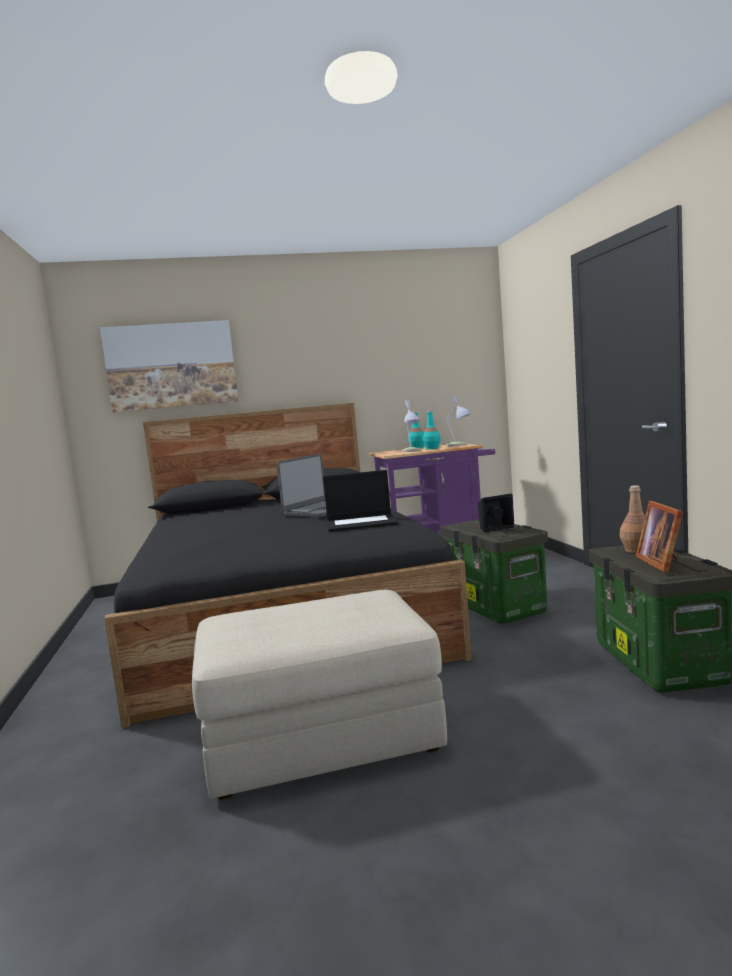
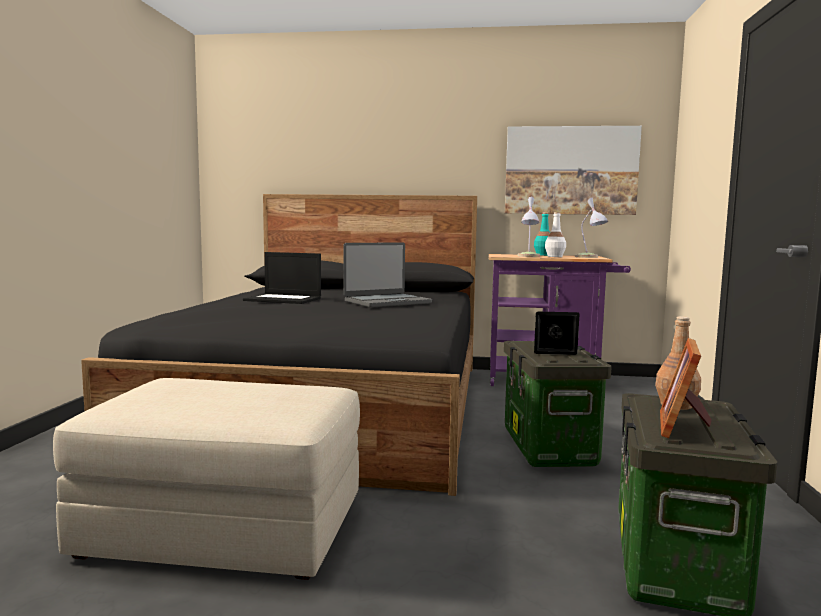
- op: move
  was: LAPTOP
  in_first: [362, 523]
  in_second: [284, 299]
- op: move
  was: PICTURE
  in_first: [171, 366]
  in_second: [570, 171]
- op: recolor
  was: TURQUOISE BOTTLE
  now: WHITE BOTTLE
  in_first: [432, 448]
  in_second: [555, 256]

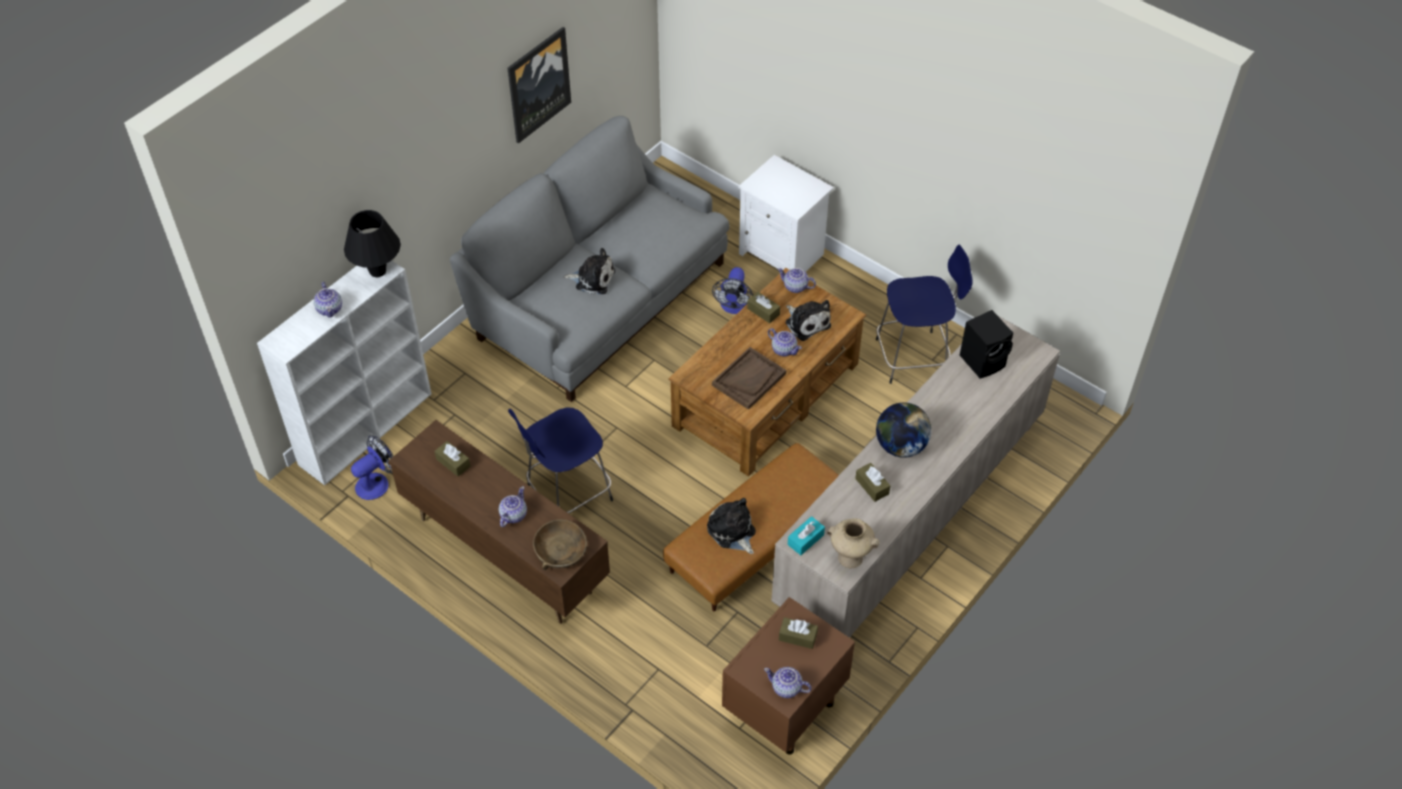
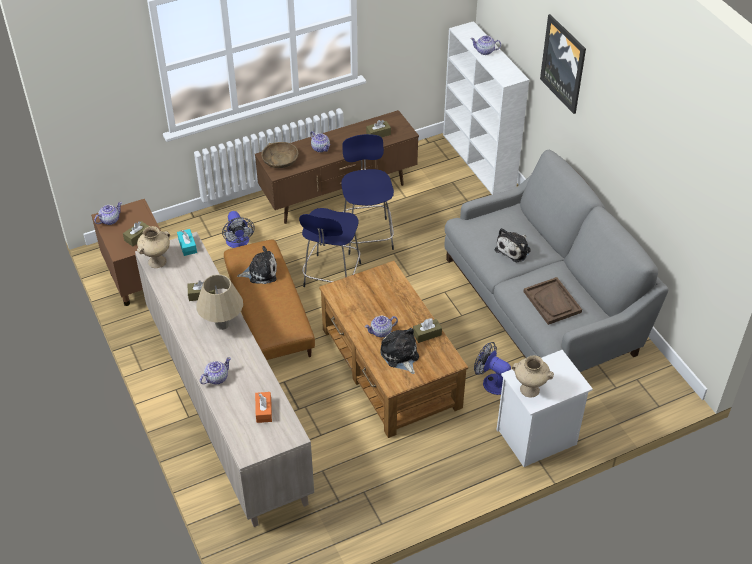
- op: replace
  was: GLOBE
  now: BEIGE TABLE LAMP
  in_first: [900, 446]
  in_second: [222, 324]
- op: move
  was: TEAPOT
  in_first: [795, 287]
  in_second: [216, 378]
- op: move
  was: FAN
  in_first: [377, 482]
  in_second: [238, 243]
- op: replace
  was: BLACK SPEAKER
  now: ORANGE TISSUE BOX
  in_first: [984, 361]
  in_second: [264, 411]
- op: move
  was: BLUE STOOL
  in_first: [914, 357]
  in_second: [331, 276]
- op: rotate
  was: PLUSH TOY
  in_first: [806, 322]
  in_second: [400, 356]
  clockwise: 75
- op: insert
  now: BEIGE VASE
  in_second: [529, 390]
- op: move
  was: BROWN TRAY
  in_first: [749, 379]
  in_second: [552, 302]
- op: move
  was: PICTURE
  in_first: [538, 84]
  in_second: [564, 63]
- op: delete
  was: BLACK TABLE LAMP
  in_first: [378, 271]

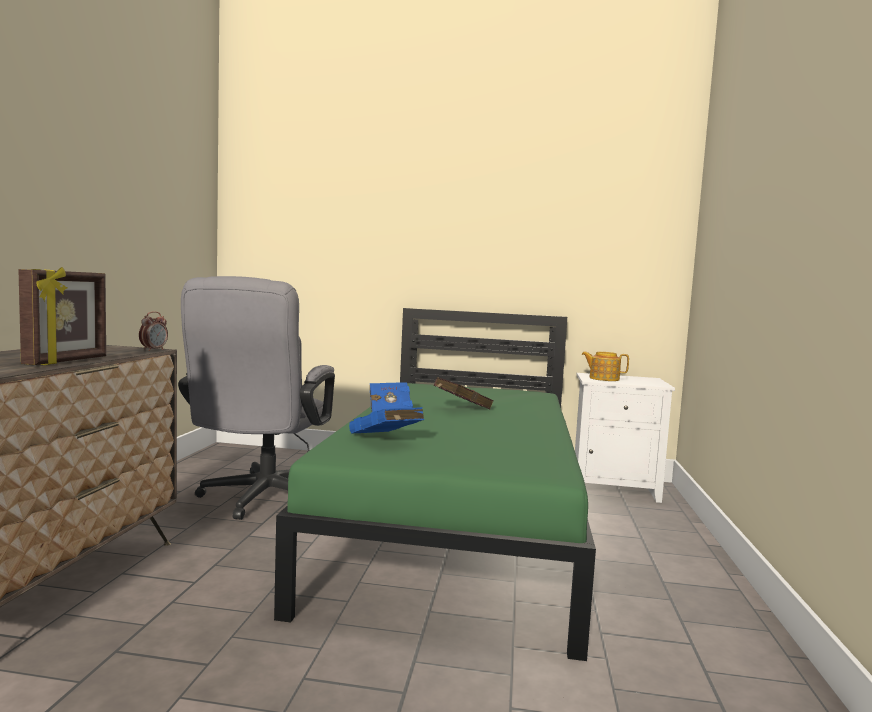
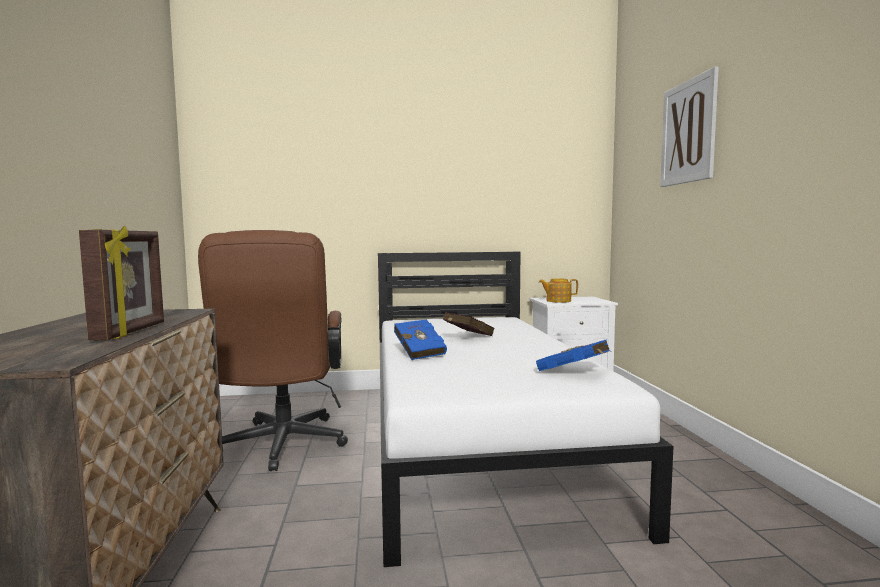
- op: recolor
  was: GREY OFFICE CHAIR
  now: BROWN OFFICE CHAIR
  in_first: [260, 499]
  in_second: [281, 447]
- op: recolor
  was: GREEN BED
  now: WHITE BED
  in_first: [459, 524]
  in_second: [477, 441]
- op: move
  was: BLUE BOOK
  in_first: [386, 440]
  in_second: [575, 373]
- op: insert
  now: PICTURE
  in_second: [688, 132]
- op: delete
  was: ALARM CLOCK
  in_first: [153, 350]

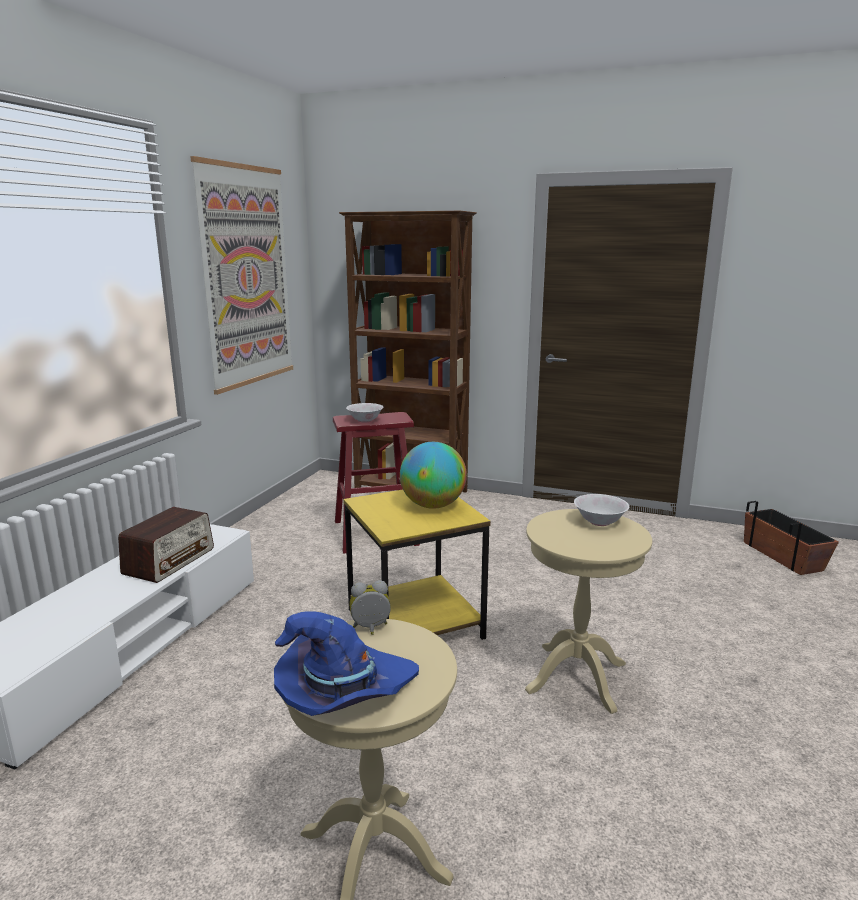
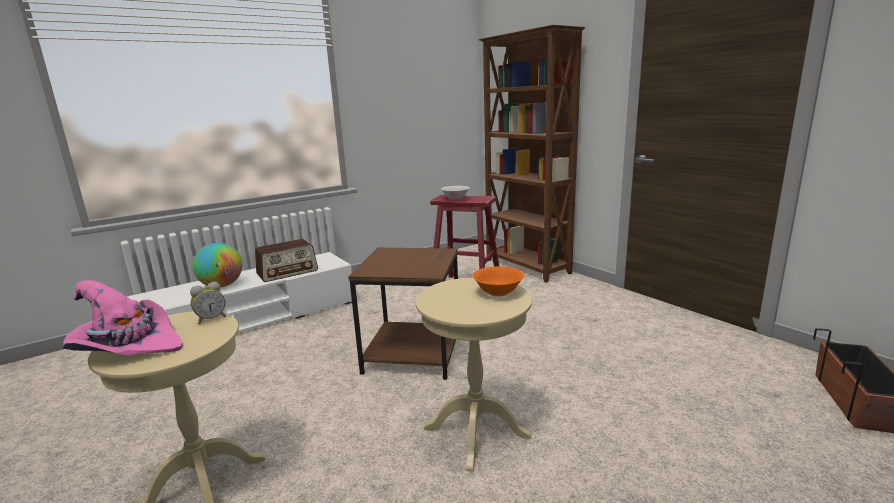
- op: recolor
  was: BLUE HAT
  now: PINK HAT
  in_first: [343, 691]
  in_second: [128, 346]
- op: rotate
  was: ALARM CLOCK
  in_first: [370, 629]
  in_second: [211, 319]
  clockwise: 120
- op: move
  was: GLOBE
  in_first: [433, 506]
  in_second: [222, 286]
- op: recolor
  was: YELLOW SIDE TABLE
  now: BROWN SIDE TABLE
  in_first: [417, 623]
  in_second: [414, 354]
- op: recolor
  was: WHITE BOWL
  now: ORANGE BOWL
  in_first: [599, 522]
  in_second: [497, 292]
- op: delete
  was: PICTURE
  in_first: [247, 277]

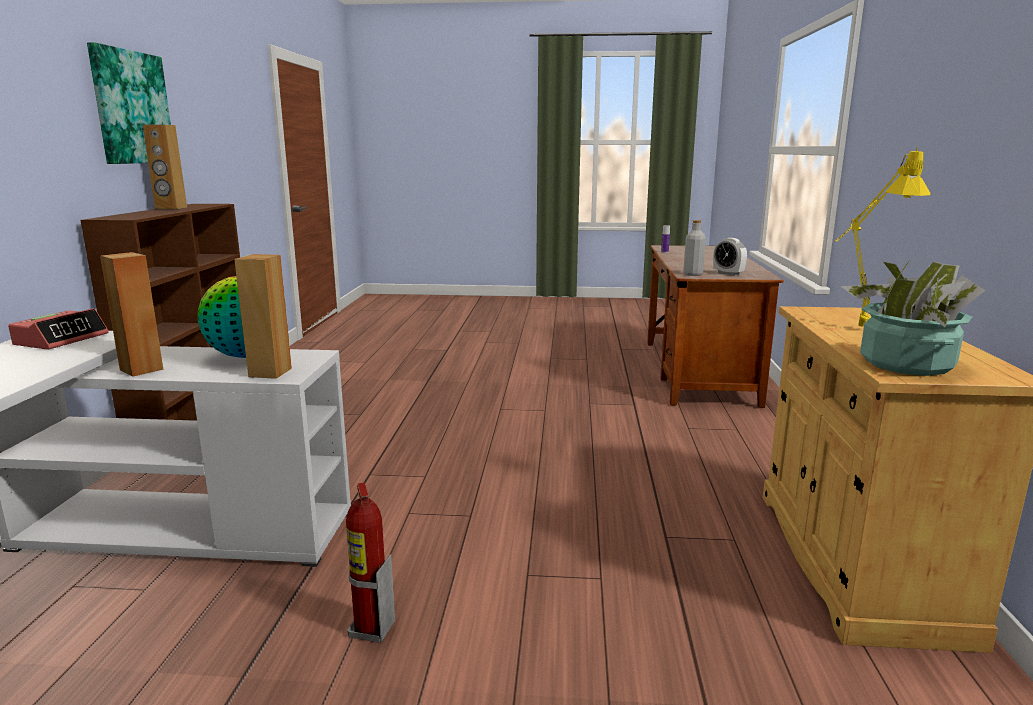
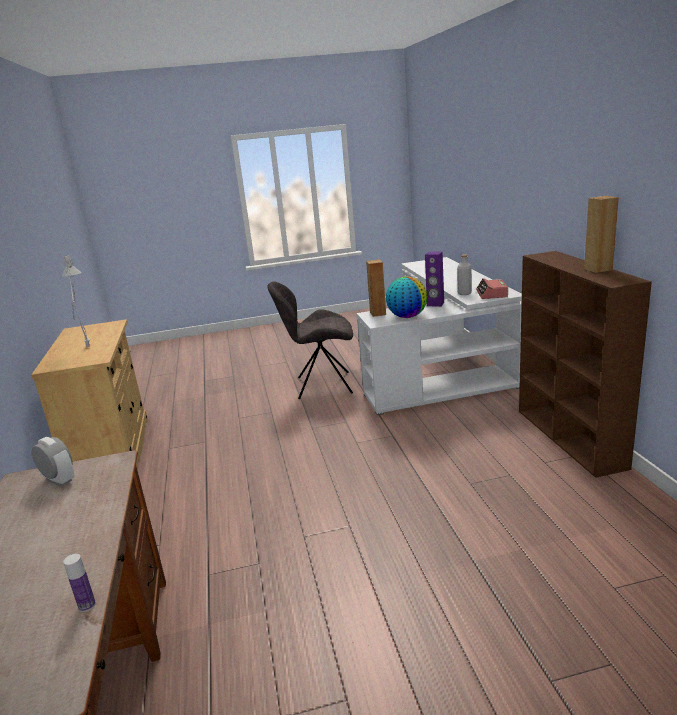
- op: recolor
  was: YELLOW TABLE LAMP
  now: GREY TABLE LAMP
  in_first: [856, 326]
  in_second: [88, 349]
- op: replace
  was: FIRE EXTINGUISHER
  now: GREY CHAIR
  in_first: [371, 629]
  in_second: [321, 385]
- op: recolor
  was: BROWN SPEAKER
  now: PURPLE SPEAKER
  in_first: [142, 369]
  in_second: [435, 304]
- op: move
  was: GREY BOTTLE
  in_first: [693, 274]
  in_second: [464, 293]
- op: delete
  was: PICTURE
  in_first: [131, 107]
- op: delete
  was: POTTED PLANT
  in_first: [907, 364]

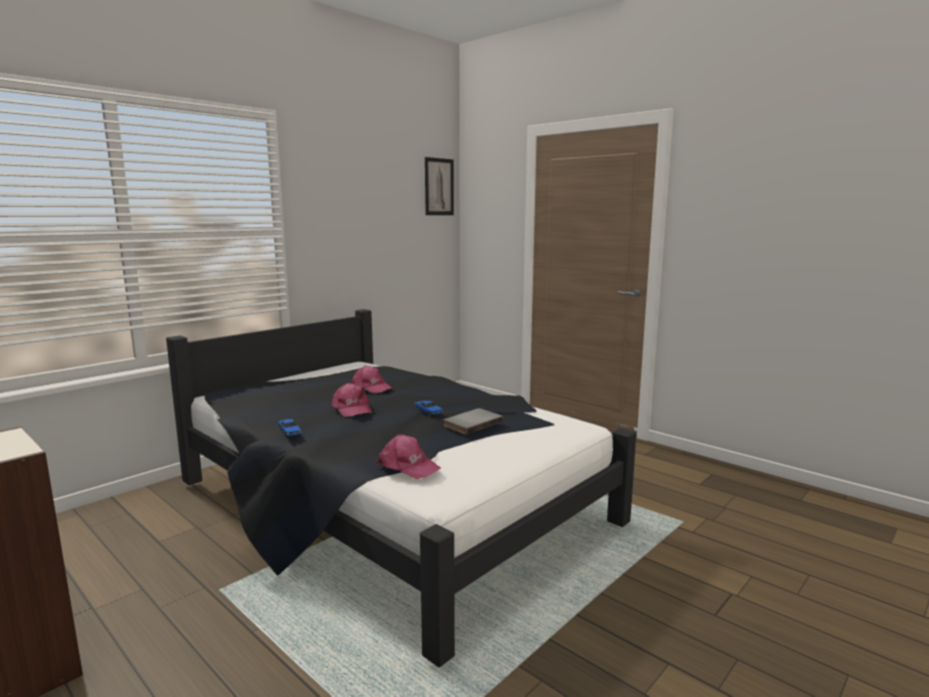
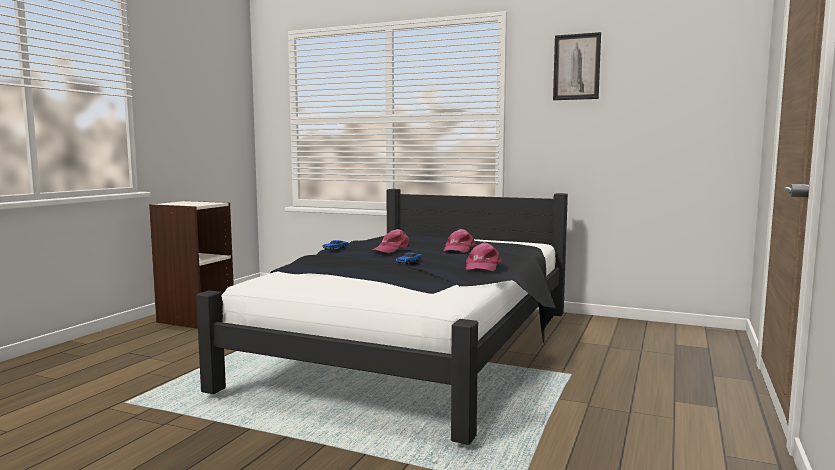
- op: move
  was: PINK CAP
  in_first: [408, 466]
  in_second: [482, 266]
- op: move
  was: PICTURE
  in_first: [439, 187]
  in_second: [576, 67]
- op: delete
  was: GREY BOOK
  in_first: [471, 423]

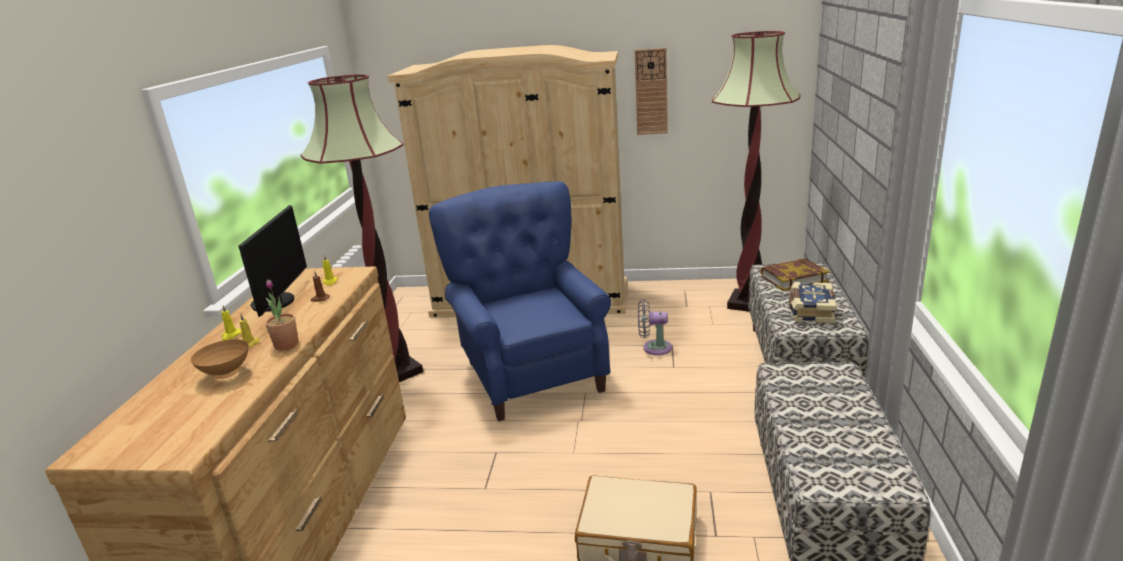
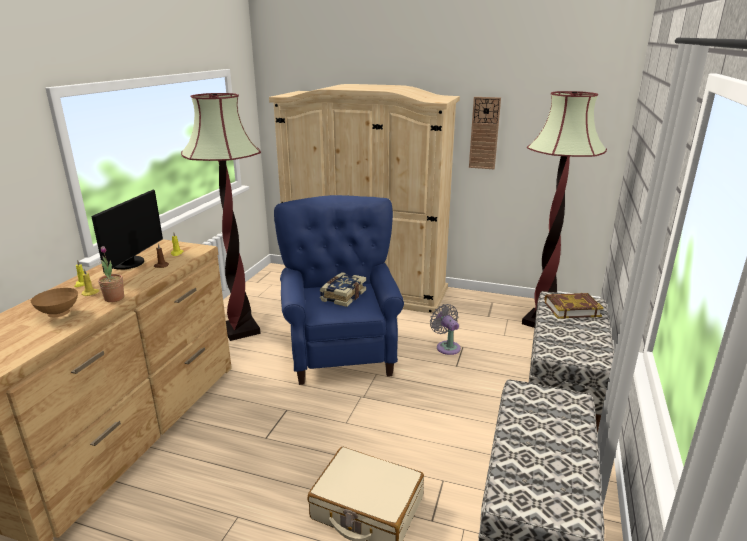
- op: move
  was: BOOK
  in_first: [810, 311]
  in_second: [342, 296]
- op: rotate
  was: GREY FAN
  in_first: [653, 348]
  in_second: [446, 346]
  clockwise: 45

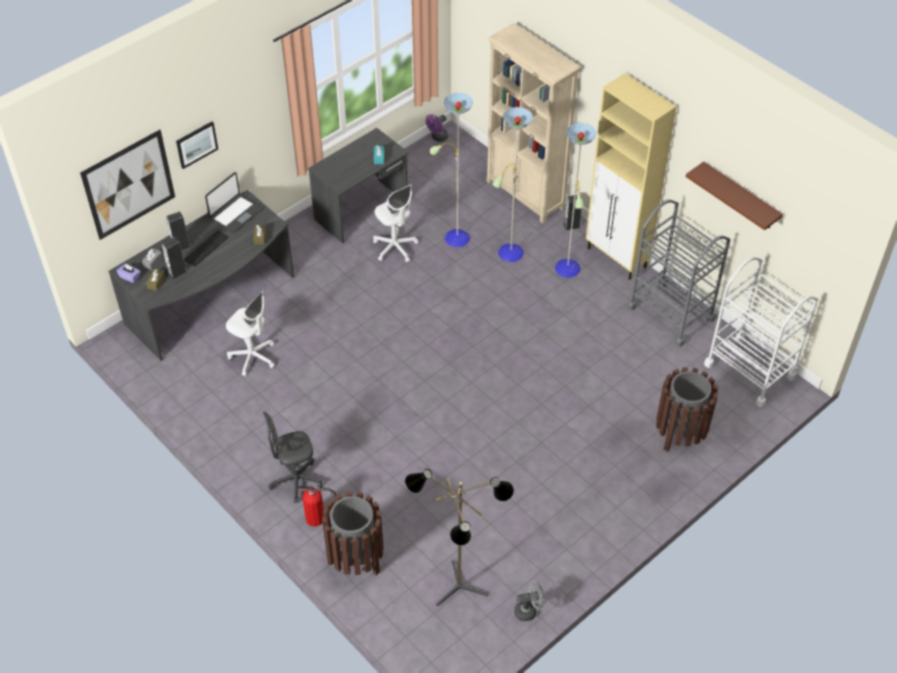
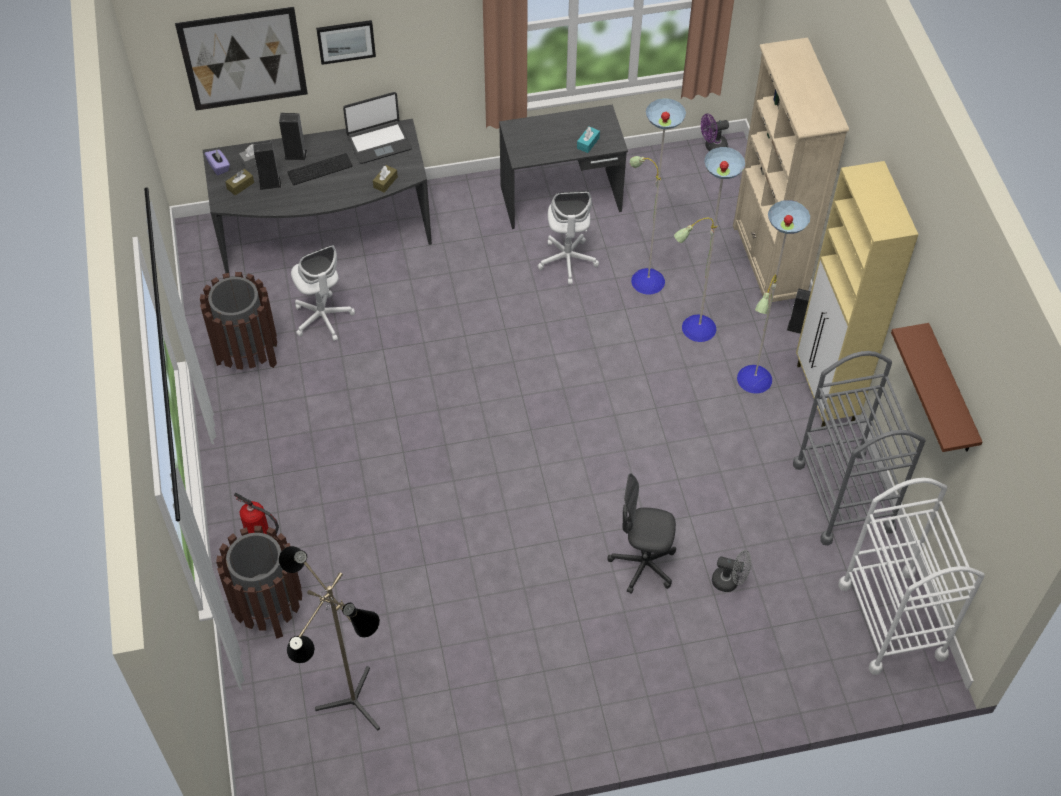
- op: move
  was: BROWN TRASH CAN
  in_first: [680, 433]
  in_second: [247, 354]
- op: move
  was: GREY OFFICE CHAIR
  in_first: [296, 480]
  in_second: [643, 565]
- op: move
  was: GREY FAN
  in_first: [529, 610]
  in_second: [730, 581]

